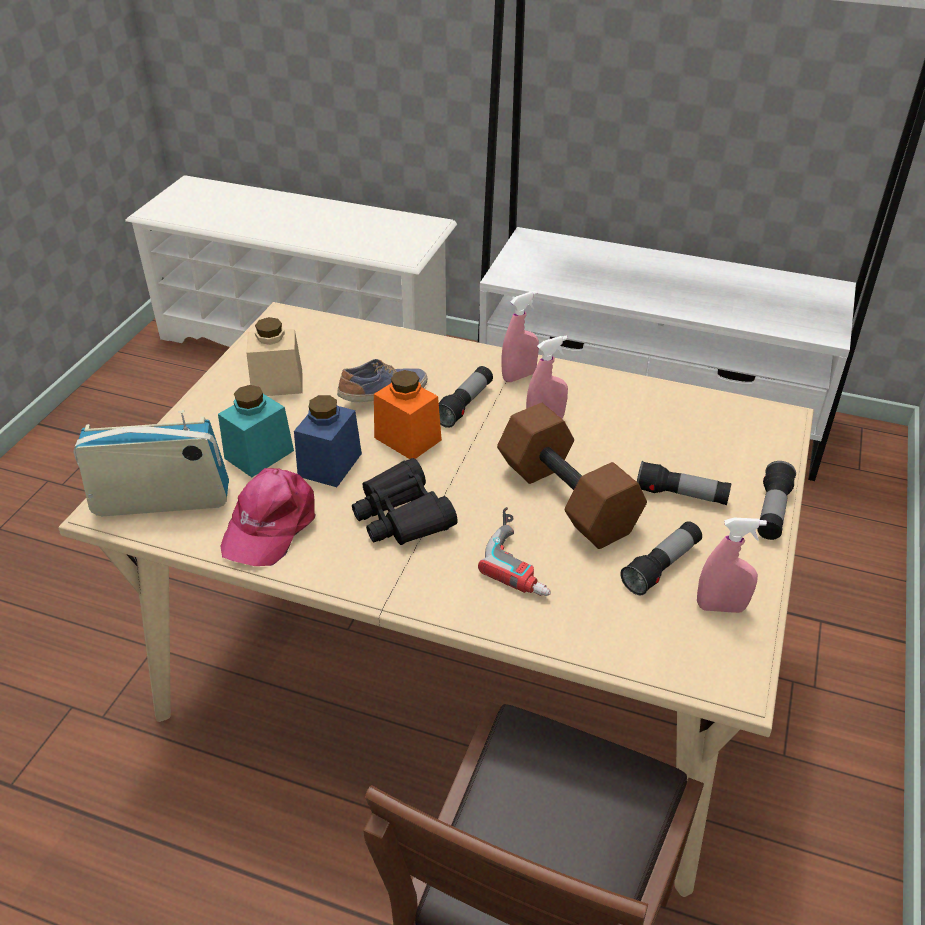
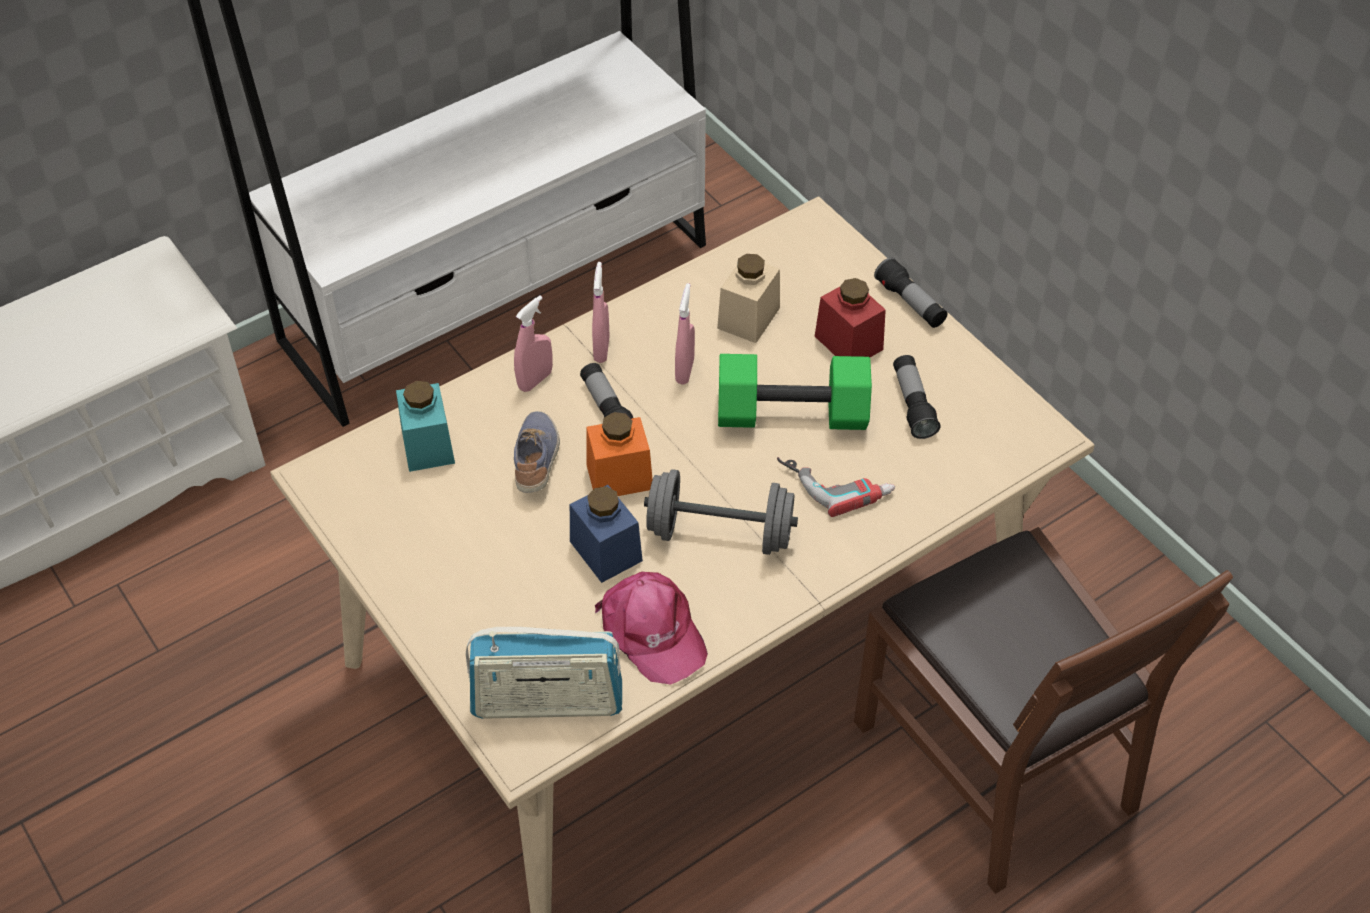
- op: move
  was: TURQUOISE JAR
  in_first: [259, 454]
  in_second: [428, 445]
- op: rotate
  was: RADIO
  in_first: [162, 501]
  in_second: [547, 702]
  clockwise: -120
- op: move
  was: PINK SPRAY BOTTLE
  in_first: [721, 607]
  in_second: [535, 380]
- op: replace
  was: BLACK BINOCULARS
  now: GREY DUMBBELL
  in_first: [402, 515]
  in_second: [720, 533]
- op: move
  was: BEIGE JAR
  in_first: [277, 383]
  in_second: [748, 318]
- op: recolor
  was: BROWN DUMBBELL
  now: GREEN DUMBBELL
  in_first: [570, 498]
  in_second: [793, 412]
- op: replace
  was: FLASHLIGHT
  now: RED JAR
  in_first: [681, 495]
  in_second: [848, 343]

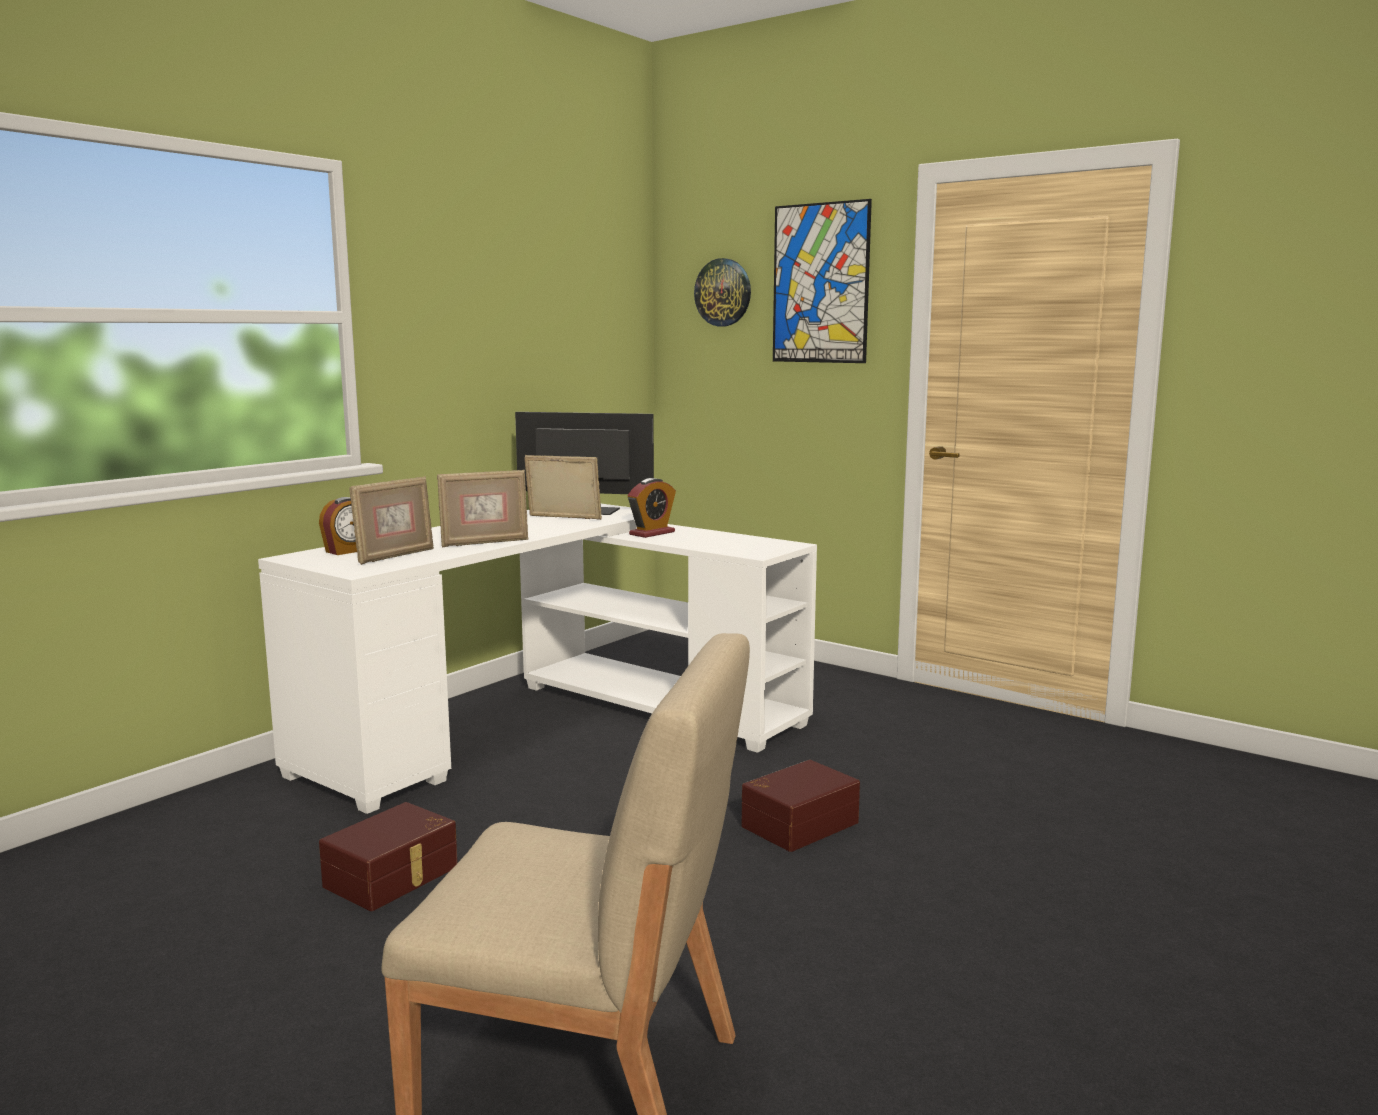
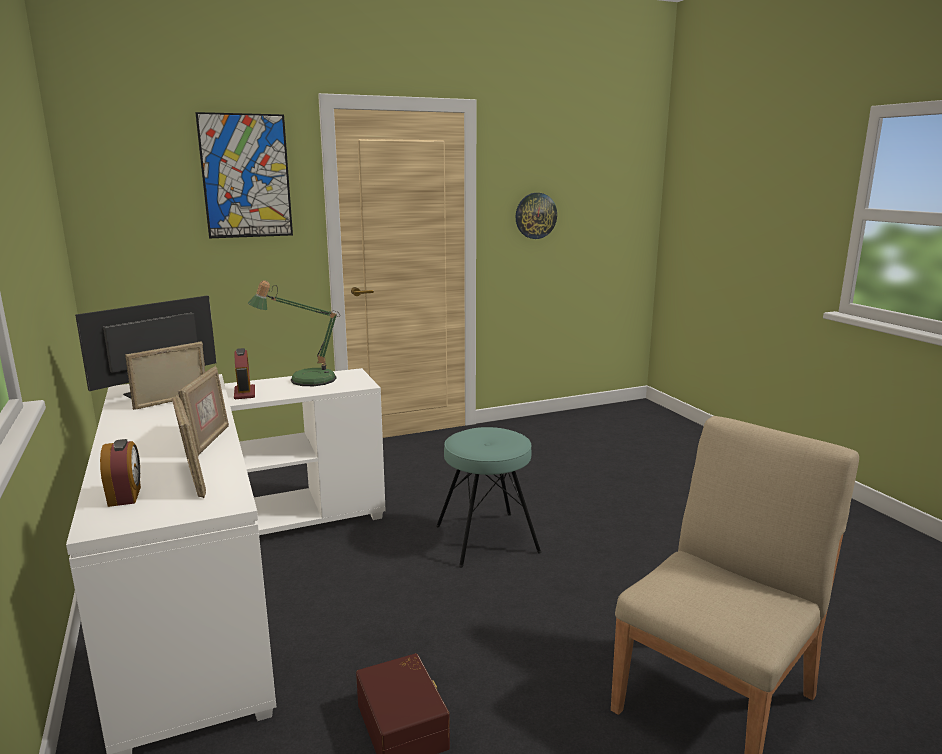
- op: insert
  now: TABLE LAMP
  in_second: [305, 379]
- op: replace
  was: BROWN STORAGE BOX
  now: TURQUOISE STOOL
  in_first: [798, 823]
  in_second: [486, 539]
- op: move
  was: WALL CLOCK
  in_first: [723, 292]
  in_second: [535, 215]

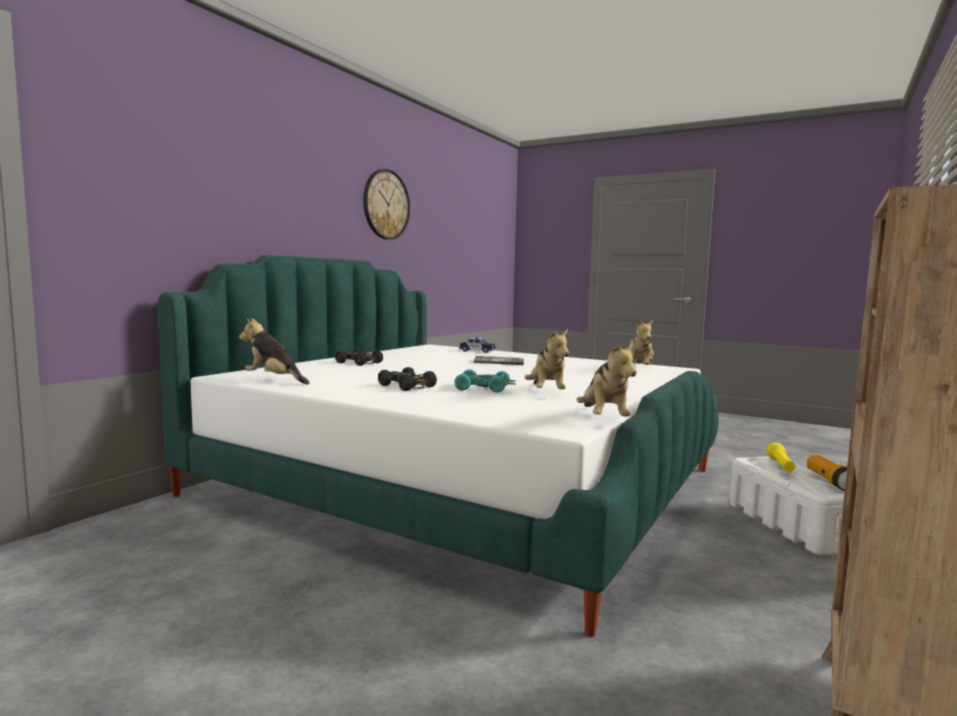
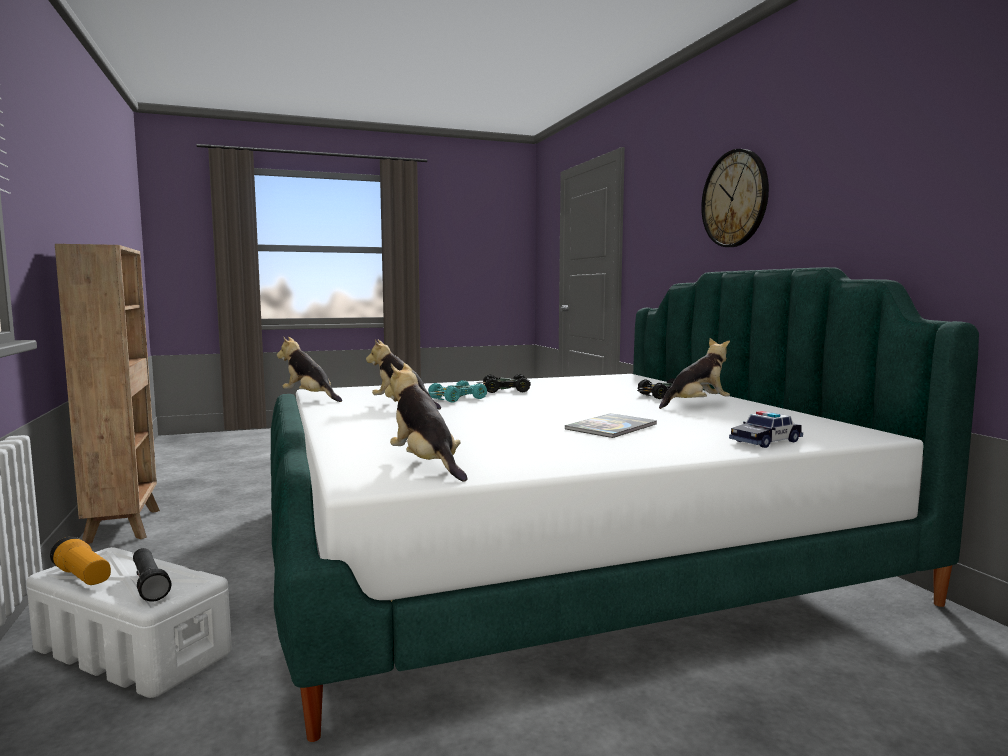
- op: recolor
  was: YELLOW FLASHLIGHT
  now: BLACK FLASHLIGHT
  in_first: [781, 466]
  in_second: [149, 583]
- op: move
  was: PLUSH TOY
  in_first: [274, 380]
  in_second: [696, 405]
- op: move
  was: WALL CLOCK
  in_first: [386, 204]
  in_second: [735, 199]

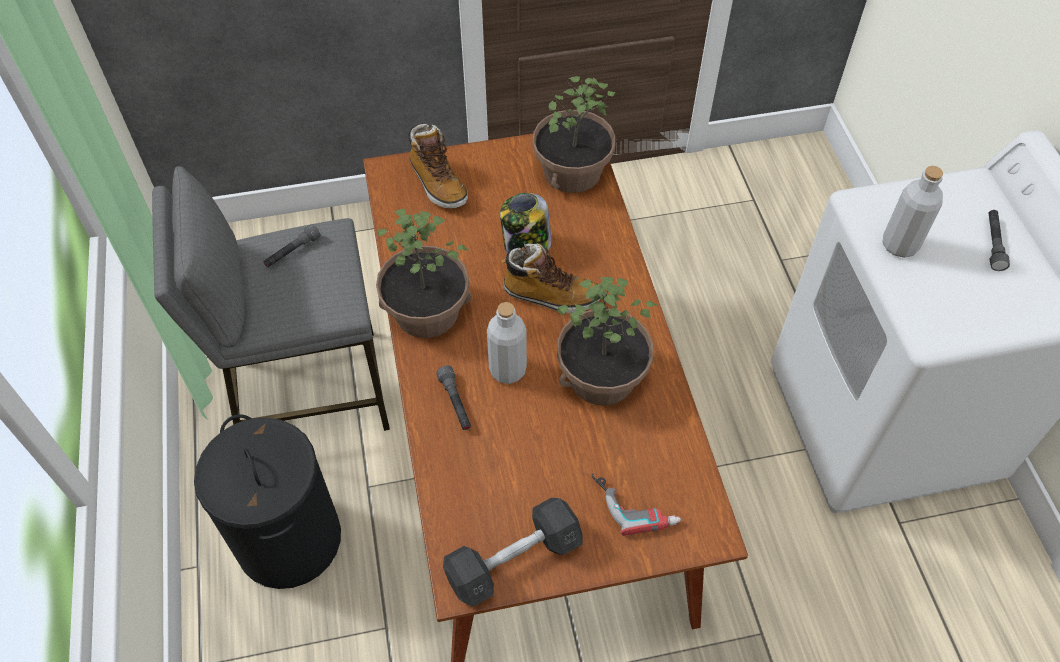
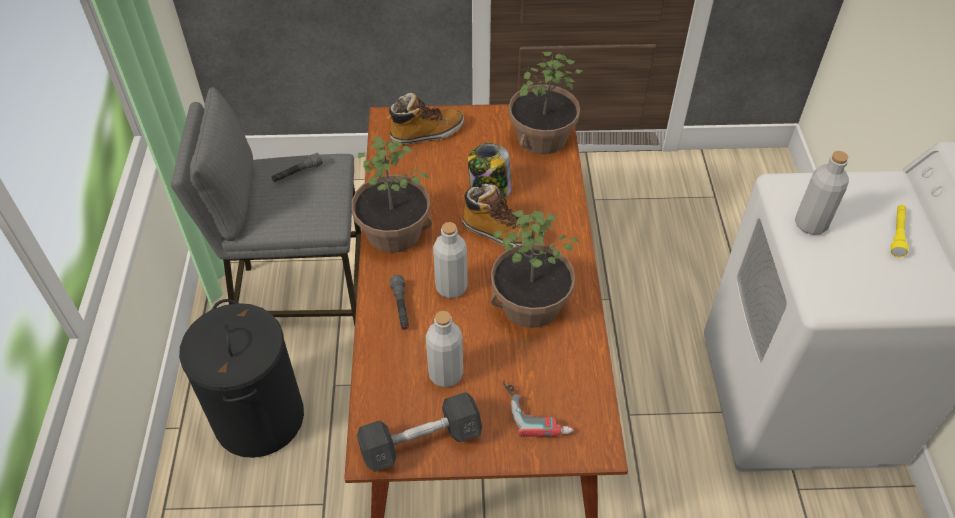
- op: rotate
  was: BOOT
  in_first: [437, 183]
  in_second: [426, 133]
  clockwise: -90
- op: insert
  now: GREY BOTTLE
  in_second: [445, 374]
- op: recolor
  was: GREY FLASHLIGHT
  now: YELLOW FLASHLIGHT
  in_first: [993, 244]
  in_second: [897, 234]

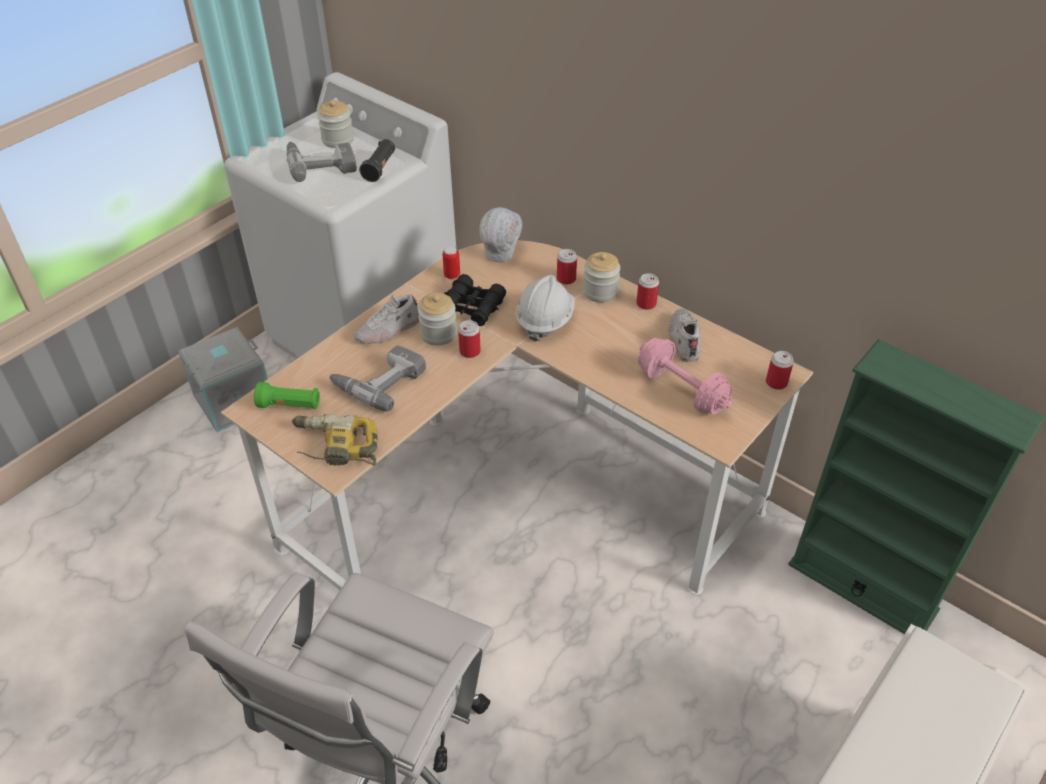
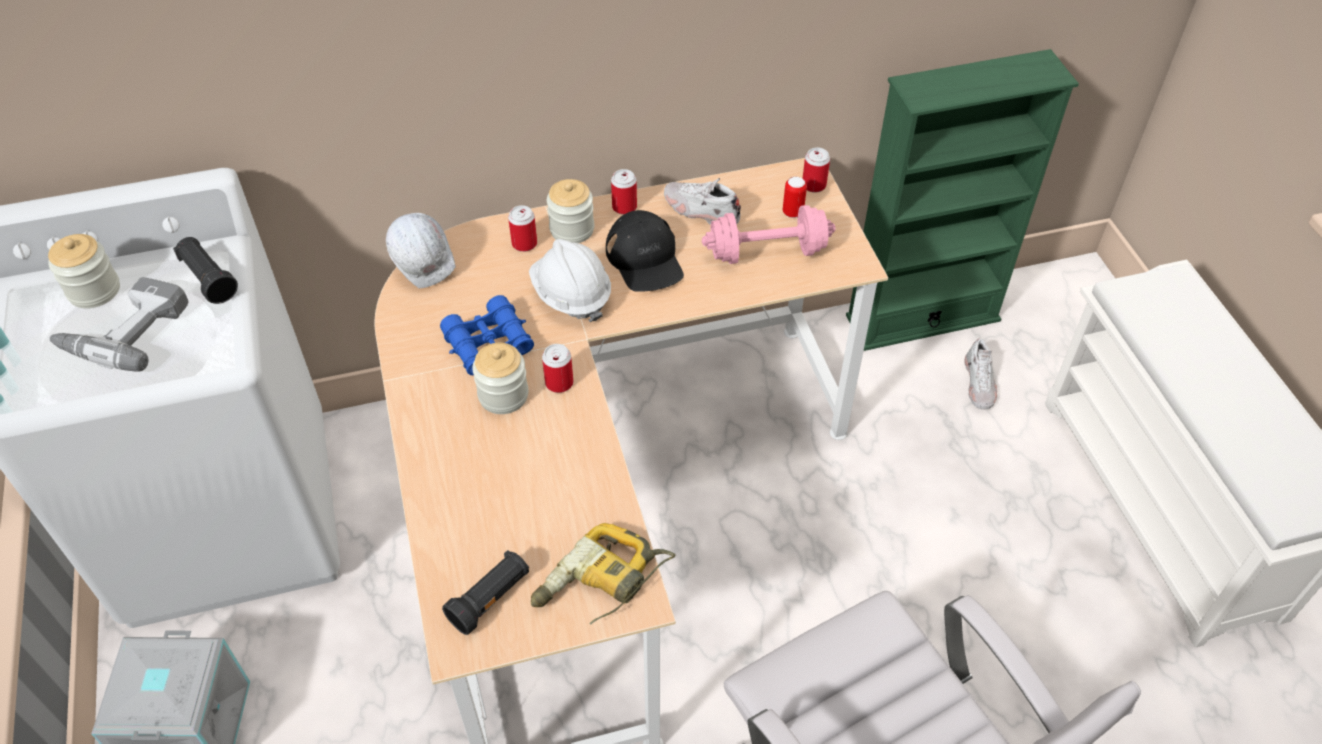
- op: recolor
  was: BLACK BINOCULARS
  now: BLUE BINOCULARS
  in_first: [472, 307]
  in_second: [488, 343]
- op: recolor
  was: GREEN FLASHLIGHT
  now: BLACK FLASHLIGHT
  in_first: [290, 406]
  in_second: [490, 599]
- op: insert
  now: BLACK CAP
  in_second: [645, 259]
- op: move
  was: CAN
  in_first: [452, 275]
  in_second: [792, 212]
- op: move
  was: WHITE SHOE
  in_first: [388, 330]
  in_second: [979, 384]
- op: delete
  was: POWER DRILL
  in_first: [379, 381]

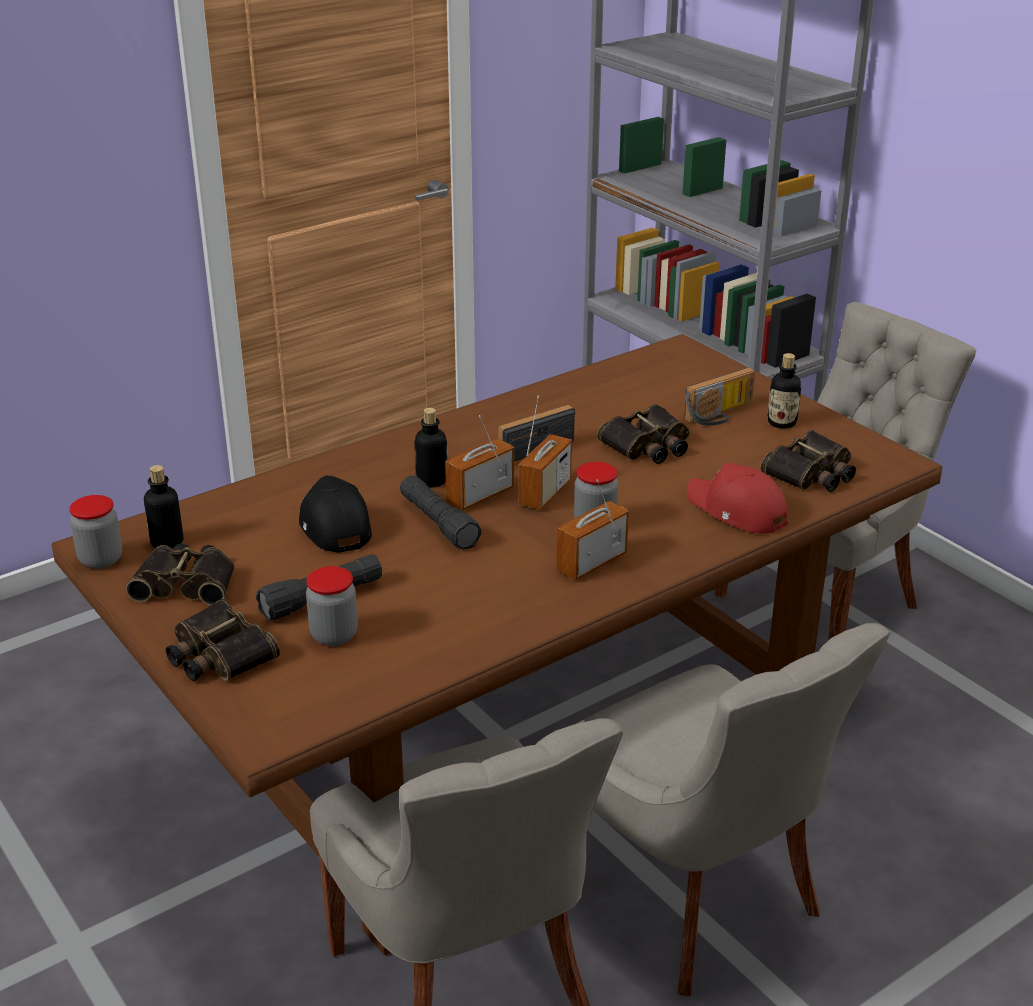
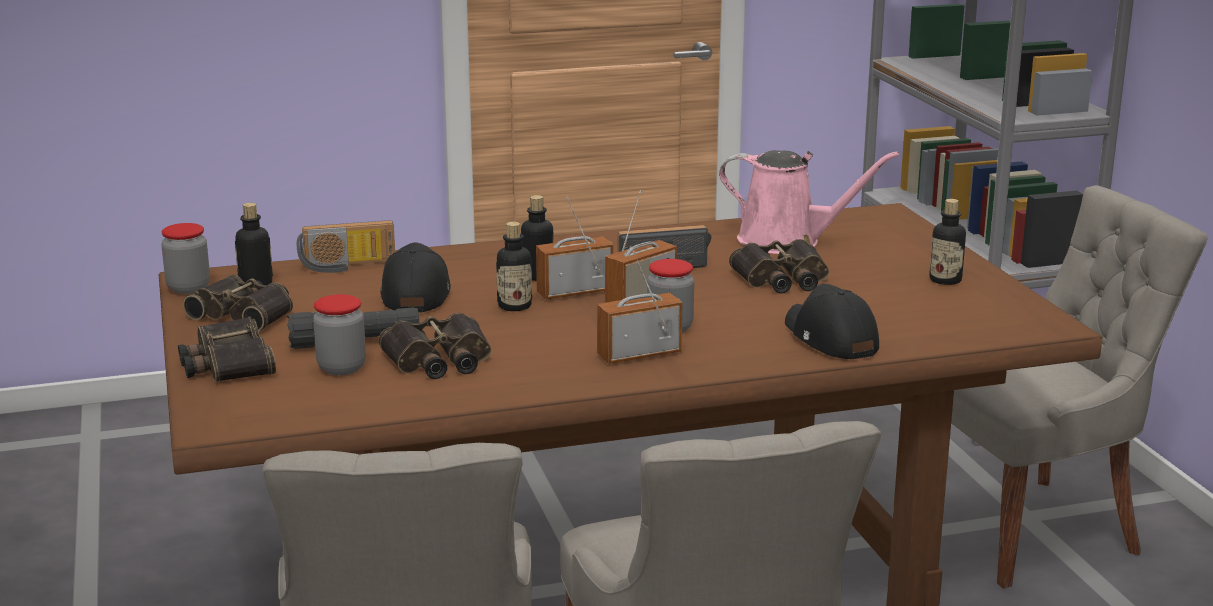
- op: move
  was: RADIO
  in_first: [721, 415]
  in_second: [347, 266]
- op: move
  was: BINOCULARS
  in_first: [812, 473]
  in_second: [439, 360]
- op: replace
  was: BLACK FLASHLIGHT
  now: BOTTLE
  in_first: [438, 523]
  in_second: [514, 306]
- op: insert
  now: PINK WATERING CAN
  in_second: [787, 241]
- op: recolor
  was: RED CAP
  now: BLACK CAP
  in_first: [736, 511]
  in_second: [829, 338]

